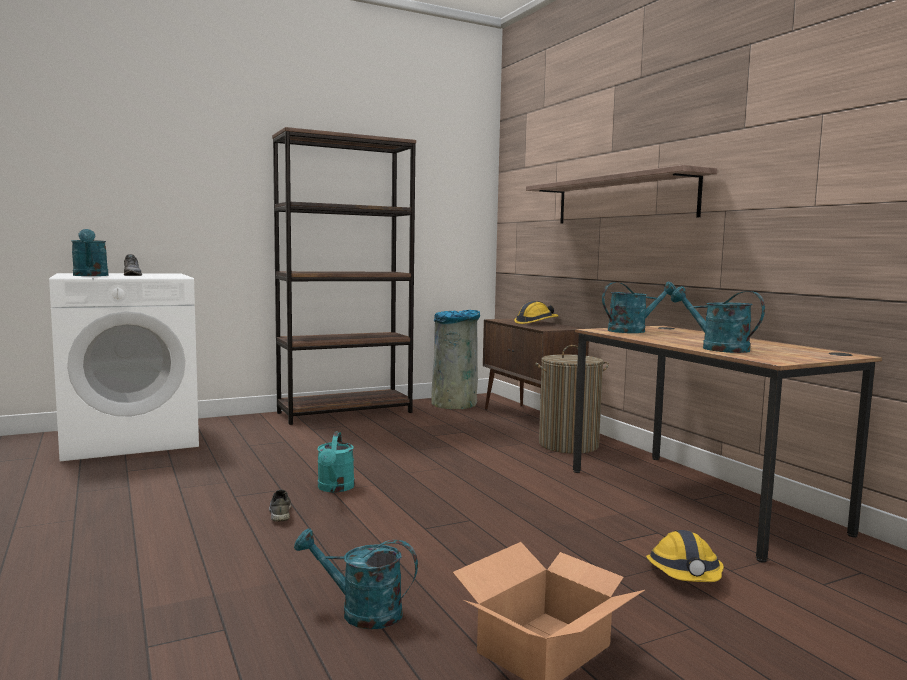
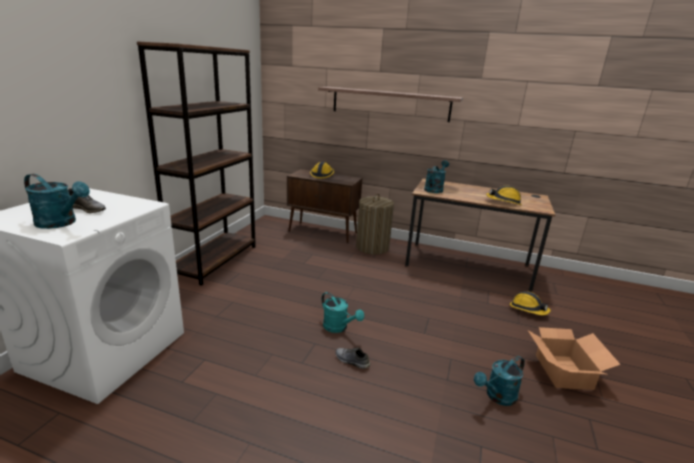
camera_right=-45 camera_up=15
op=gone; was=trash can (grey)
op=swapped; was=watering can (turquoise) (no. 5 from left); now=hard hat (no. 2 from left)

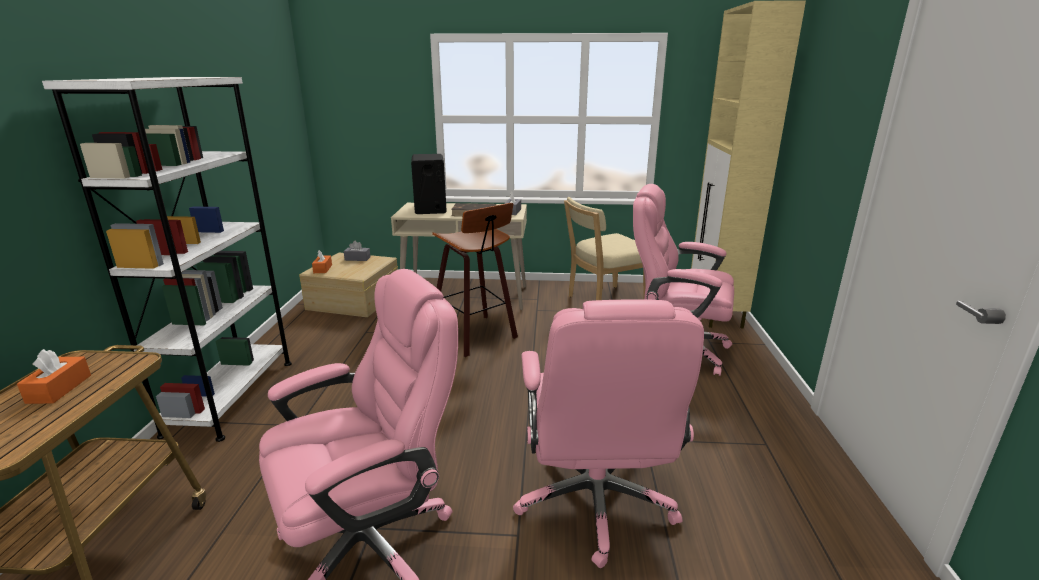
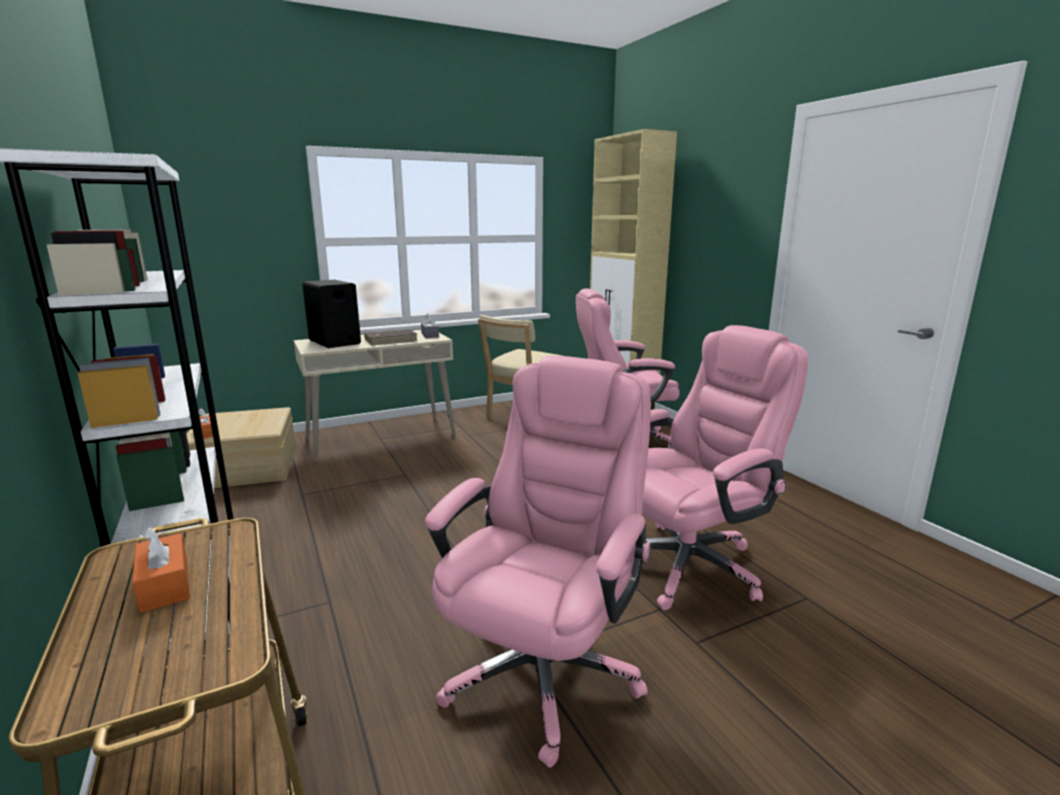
camera_right=-30 camera_up=-5
op=gone; was=tissue box (grey) (no. 1 from left)
op=gone; was=stool
op=rotated; was=office chair (pink) (no. 2 from left in the first image); clockwise=-90

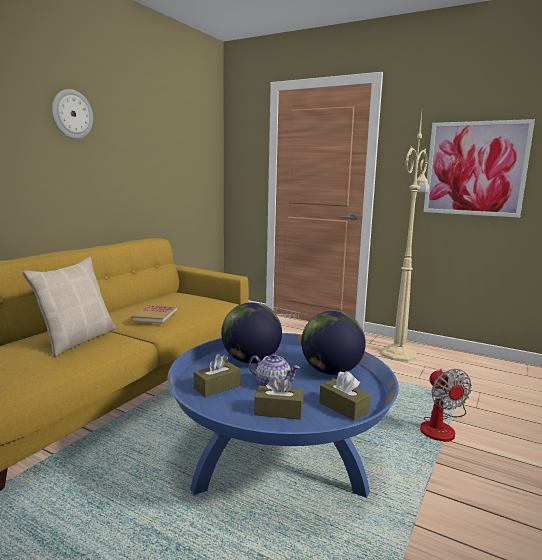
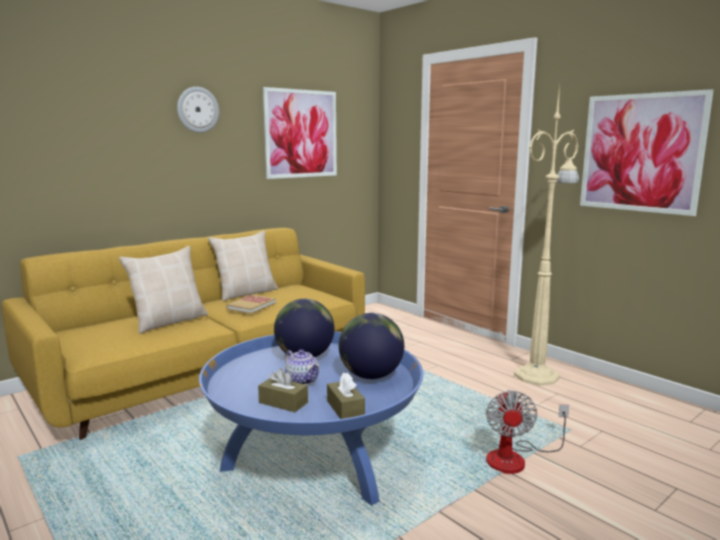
camera_right=20 camera_up=0
op=gone; was=tissue box (brown) (no. 1 from left)
op=new; now=pillow (beige) (no. 2 from left)
op=new; now=picture (no. 1 from left)

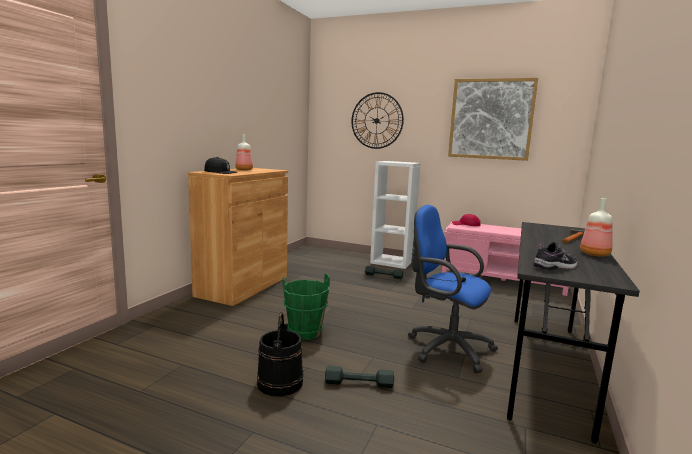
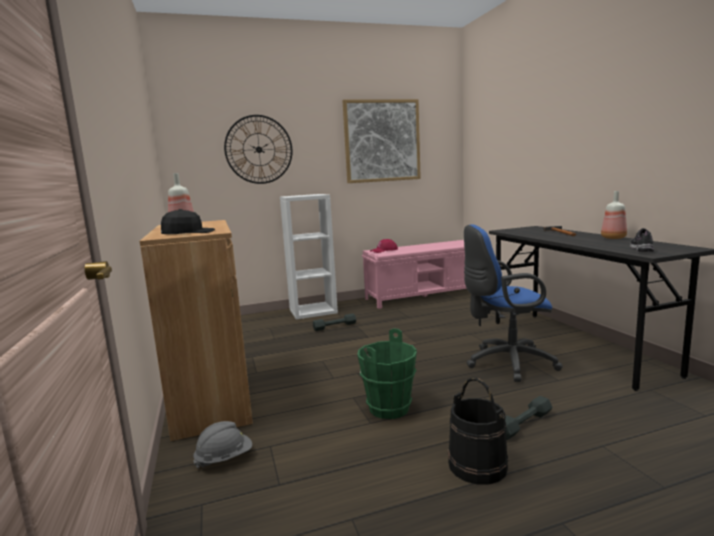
camera_right=-40 camera_up=0
op=new; now=hard hat (grey)

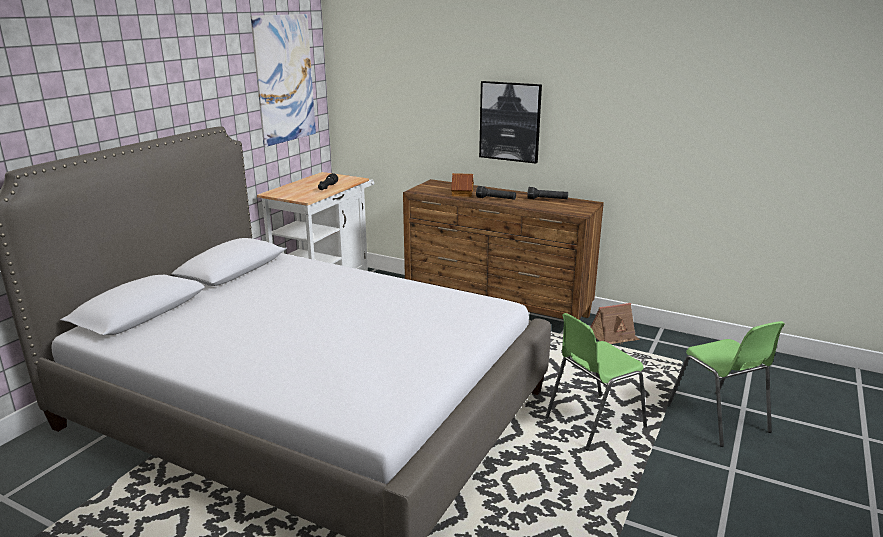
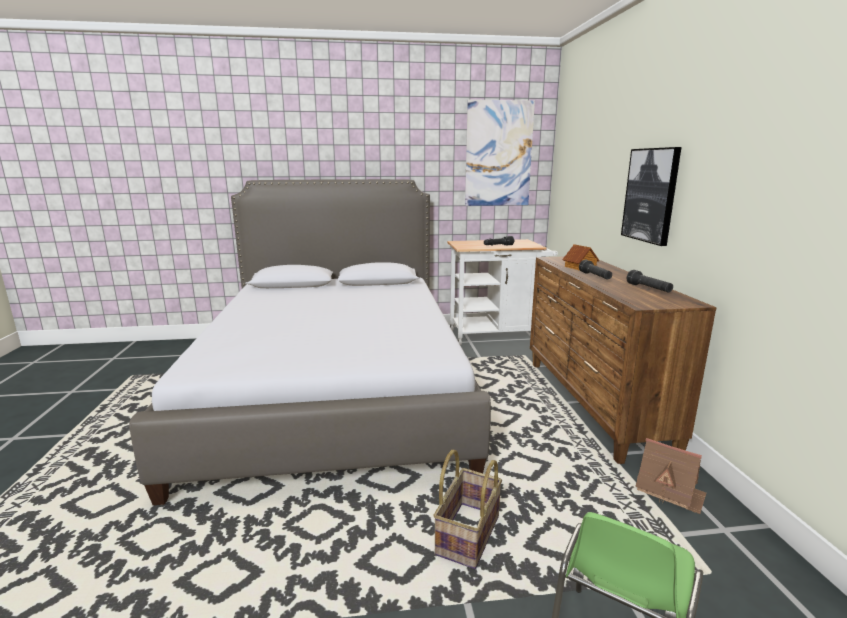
camera_right=55 camera_up=-5
op=swapped; was=chair (green) (no. 1 from left); now=basket

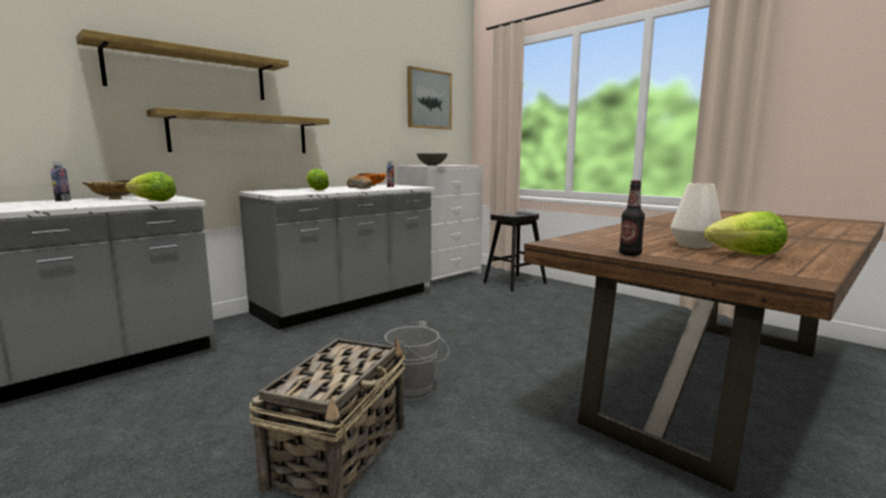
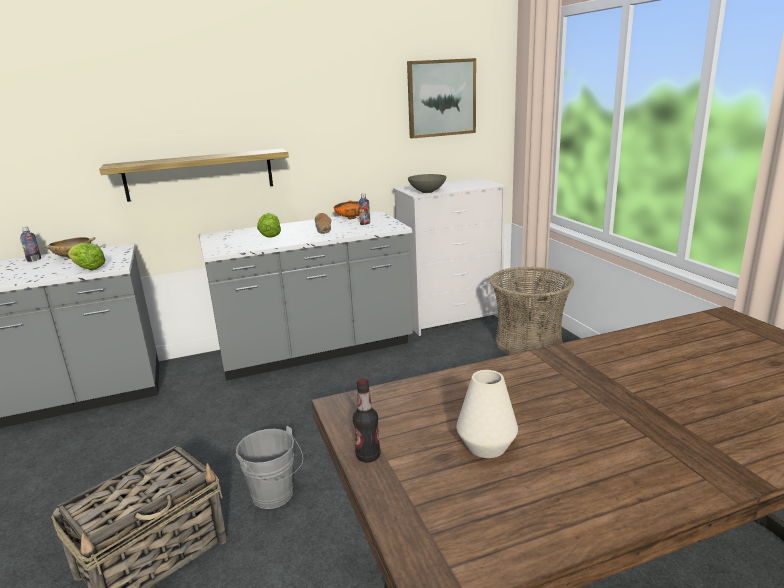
camera_right=25 camera_up=10
op=gone; was=shelf (no. 1 from left)
op=swapped; was=stool (black); now=basket (no. 2 from left)
op=gone; was=lettuce (no. 3 from left)

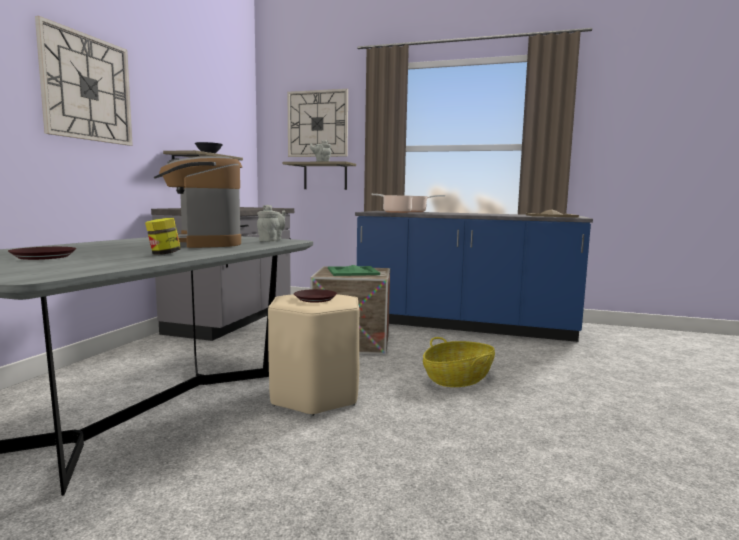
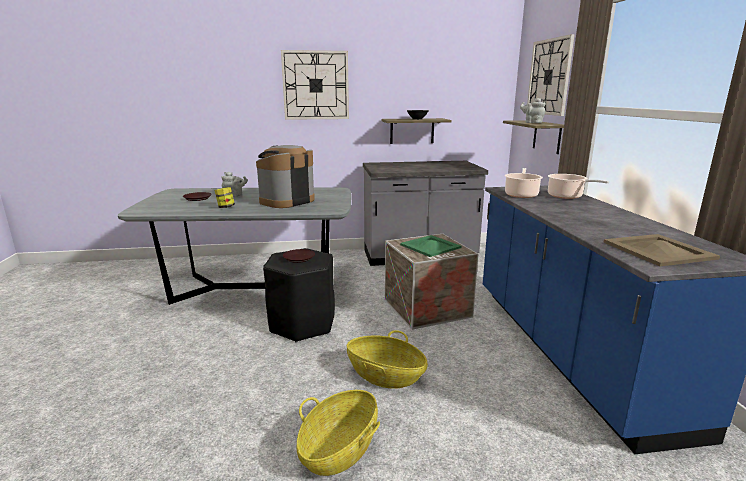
camera_right=65 camera_up=10
op=shifted; was=teapot (grey) (no. 1 from left)
op=repainted; was=stool (beige); now=stool (black)
op=new; now=basket (no. 1 from left)

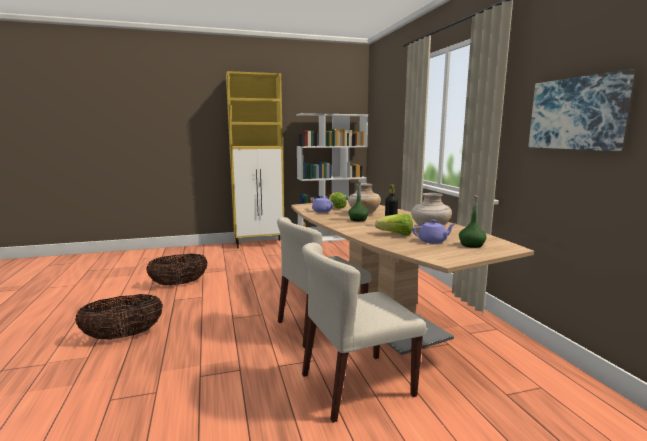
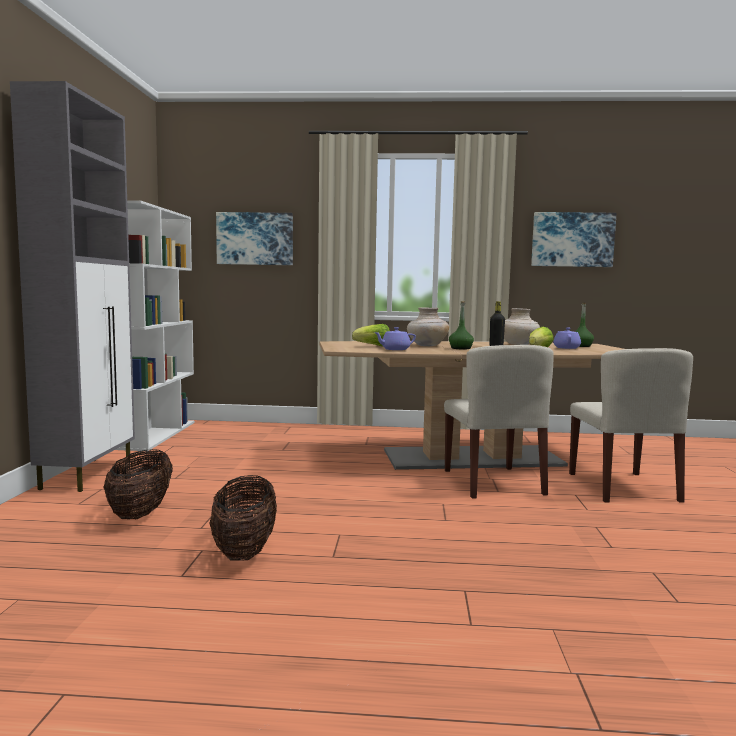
camera_right=-70 camera_up=-5
op=shifted; was=basket (no. 1 from left)
op=repainted; was=cabinet (yellow); now=cabinet (grey)
op=new; now=picture (no. 1 from left)

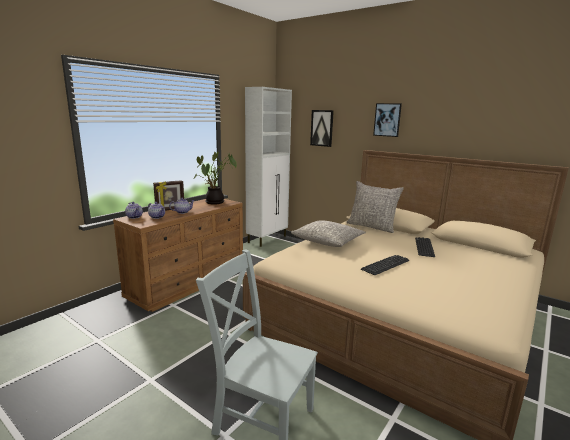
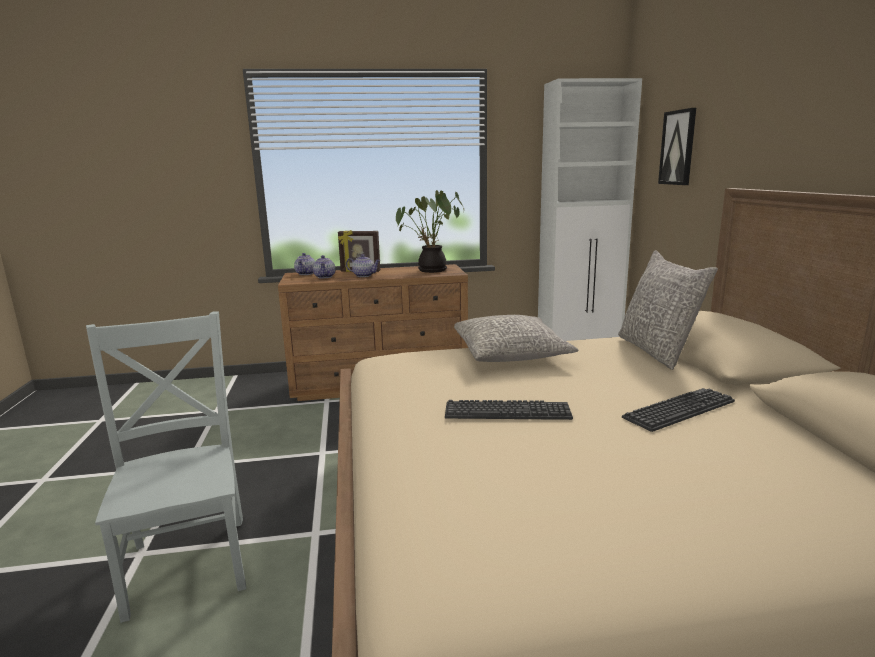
camera_right=45 camera_up=0
op=gone; was=picture (no. 2 from left)

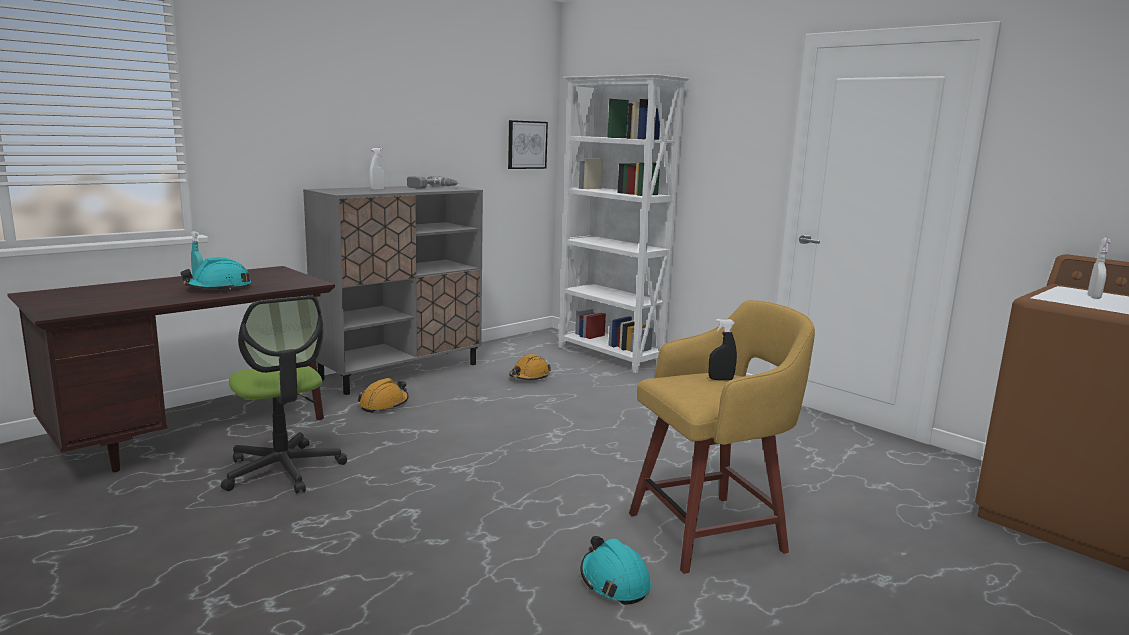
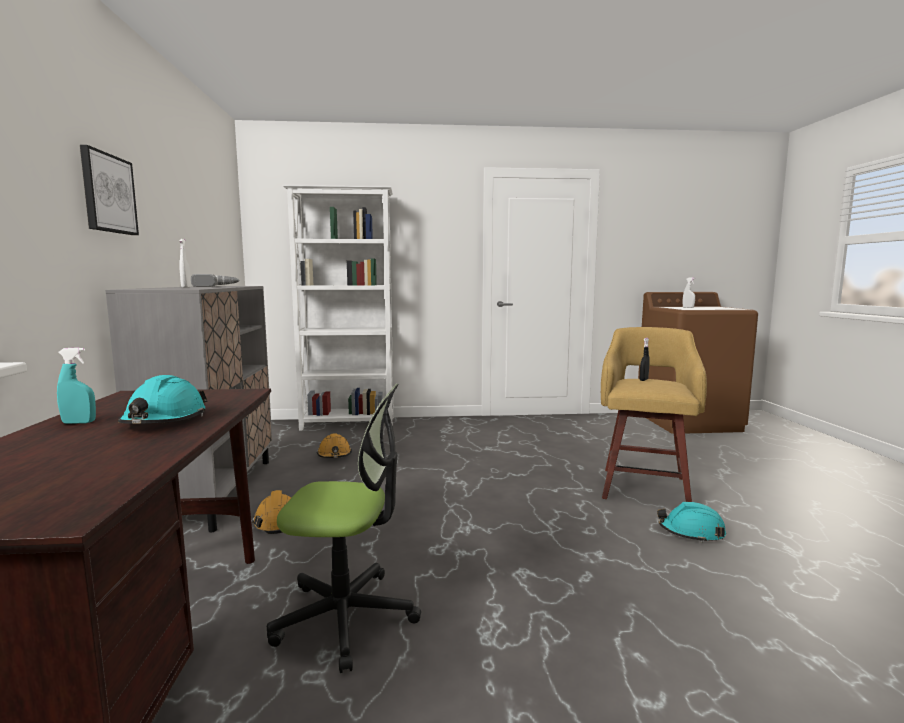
camera_right=-50 camera_up=-5
op=shifted; was=picture

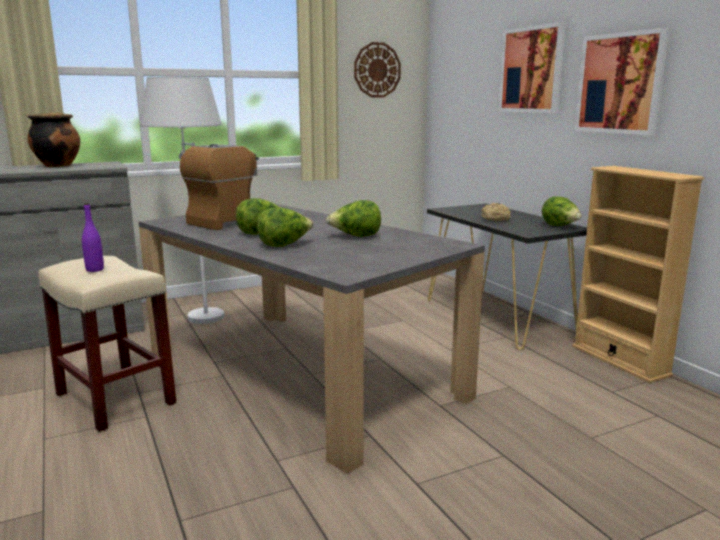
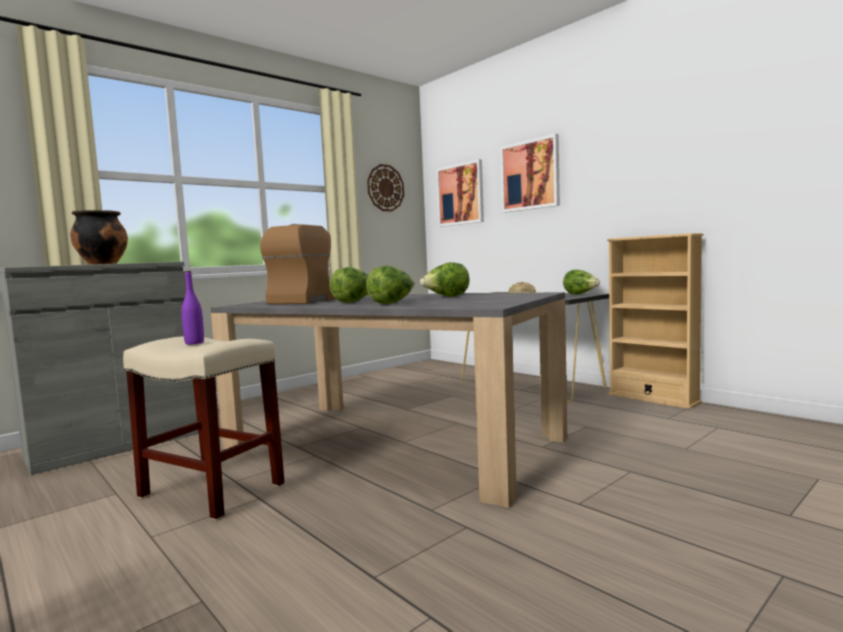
camera_right=-15 camera_up=-10
op=gone; was=floor lamp (white)
op=shifted; was=picture (no. 2 from left in the first image); now=picture (no. 1 from left)

